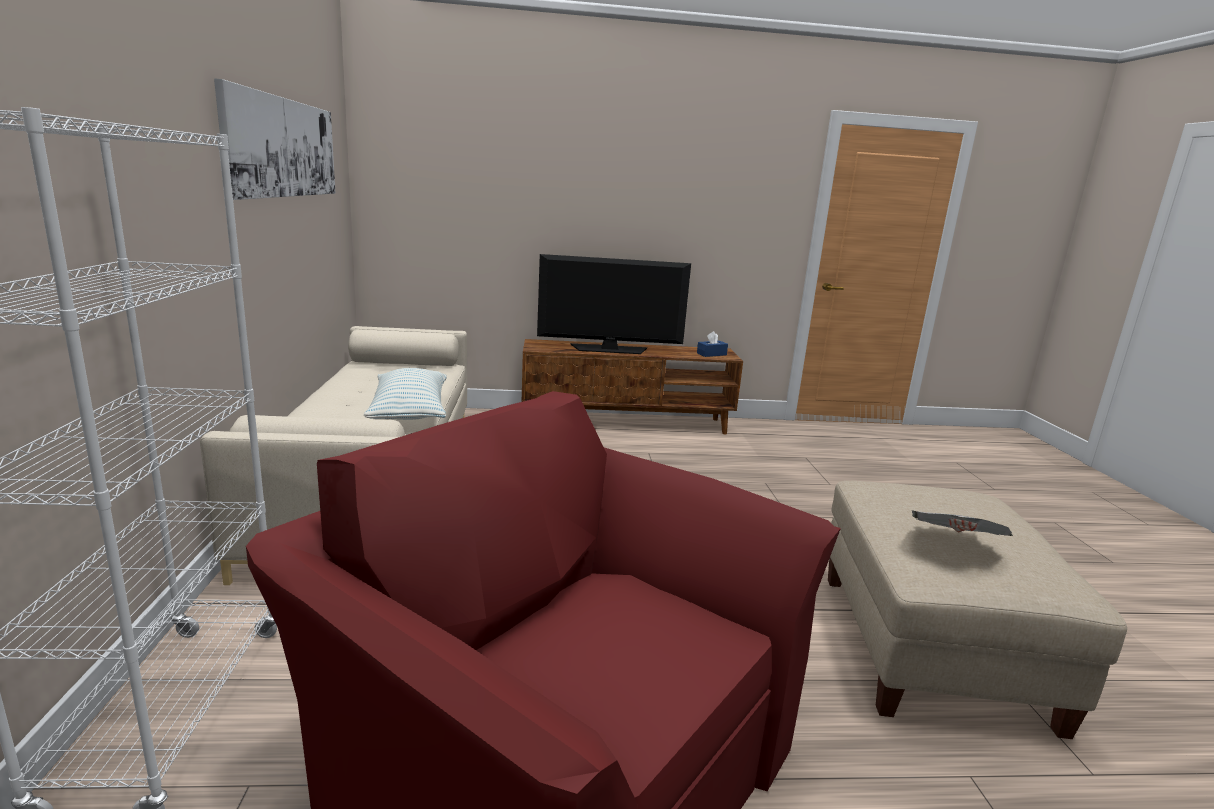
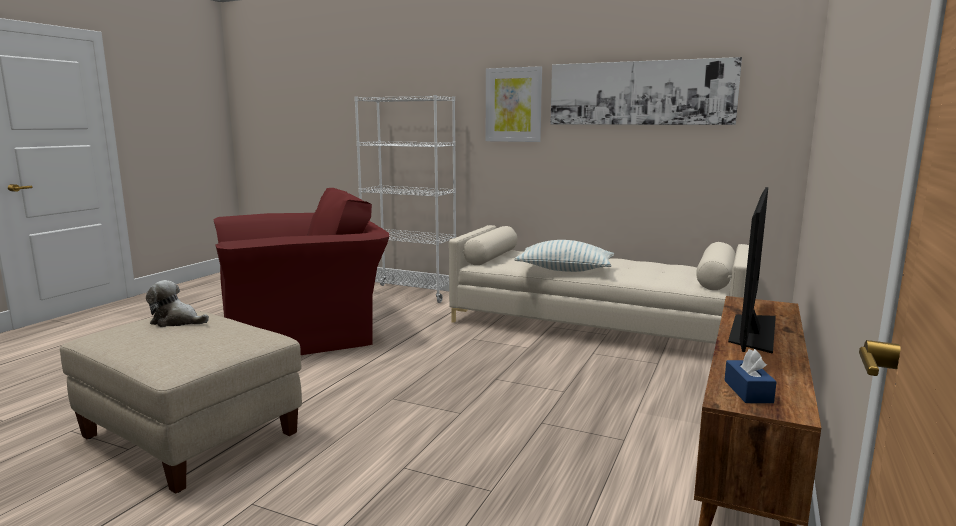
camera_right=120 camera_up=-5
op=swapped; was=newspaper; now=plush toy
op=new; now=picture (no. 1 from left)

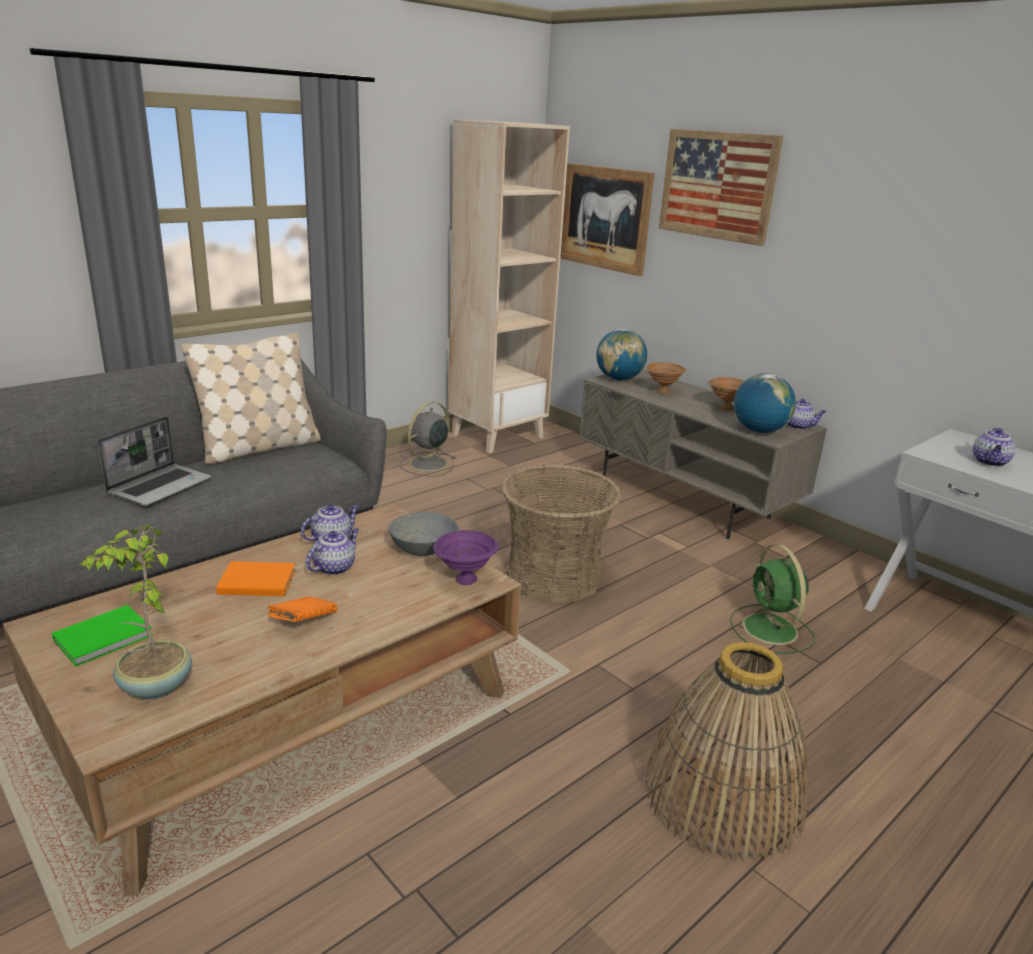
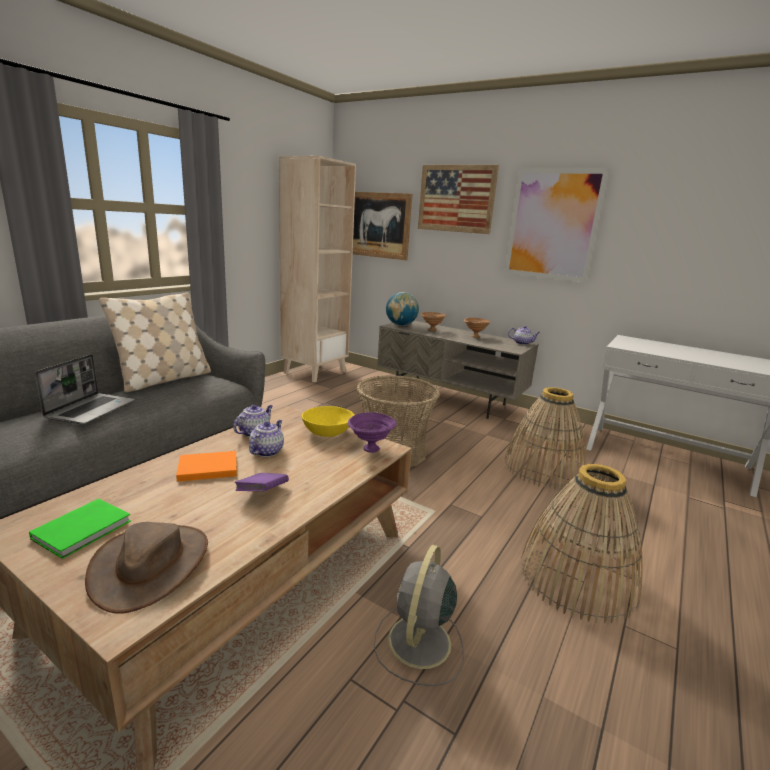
camera_right=-15 camera_up=-5
op=swapped; was=potted plant; now=hat (brown)
op=repainted; was=book (orange) (no. 2 from left); now=book (purple)
op=repainted; was=bowl (grey); now=bowl (yellow)
op=shifted; was=fan (grey)
op=swapped; was=fan (green); now=basket (no. 2 from left)
op=gone; was=globe (no. 2 from left)
op=gone; was=teapot (no. 4 from left)
op=new; now=picture (no. 3 from left)

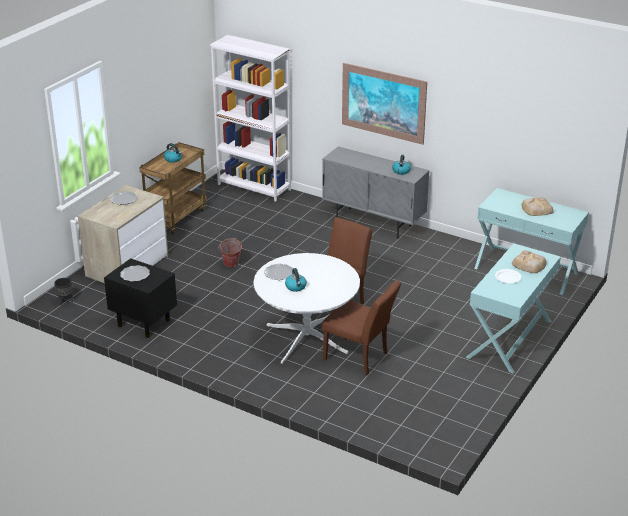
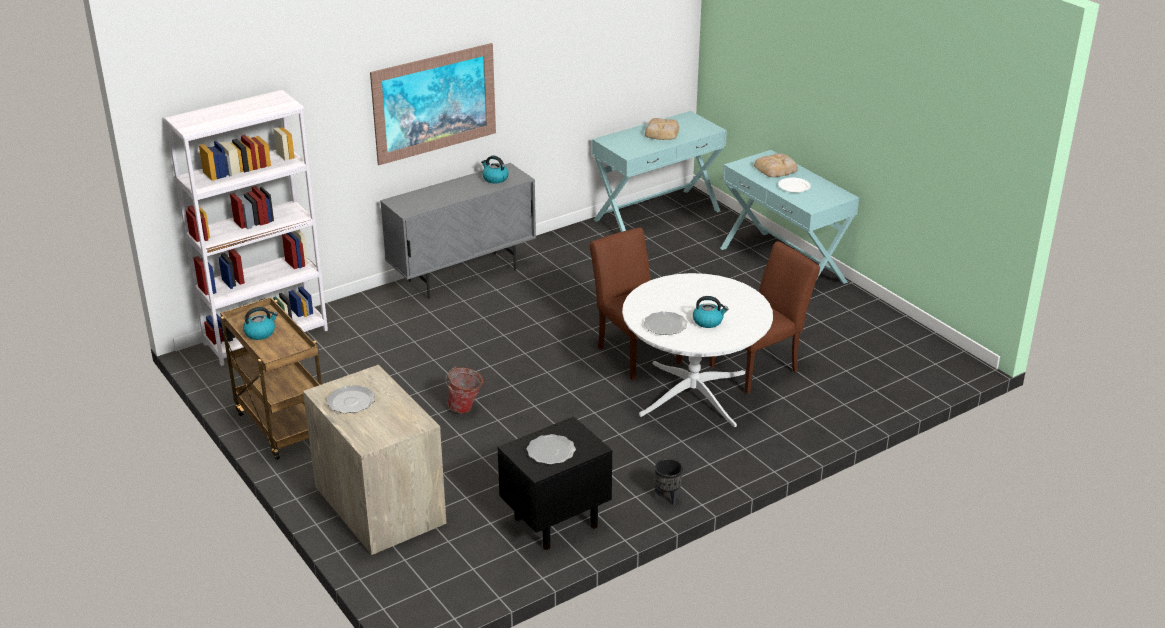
camera_right=-65 camera_up=0
op=shifted; was=planter (black)

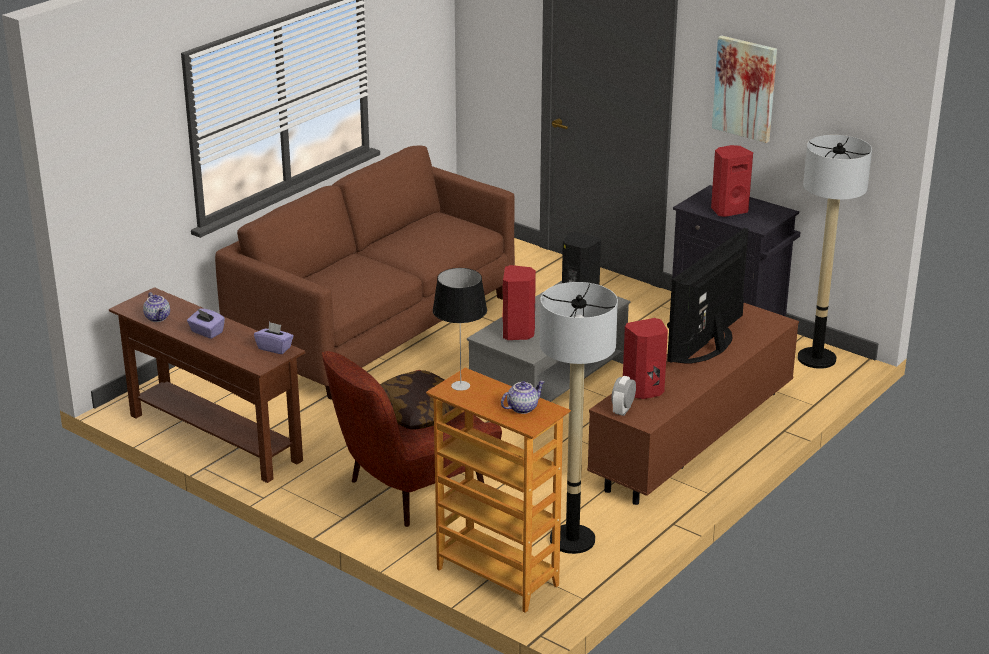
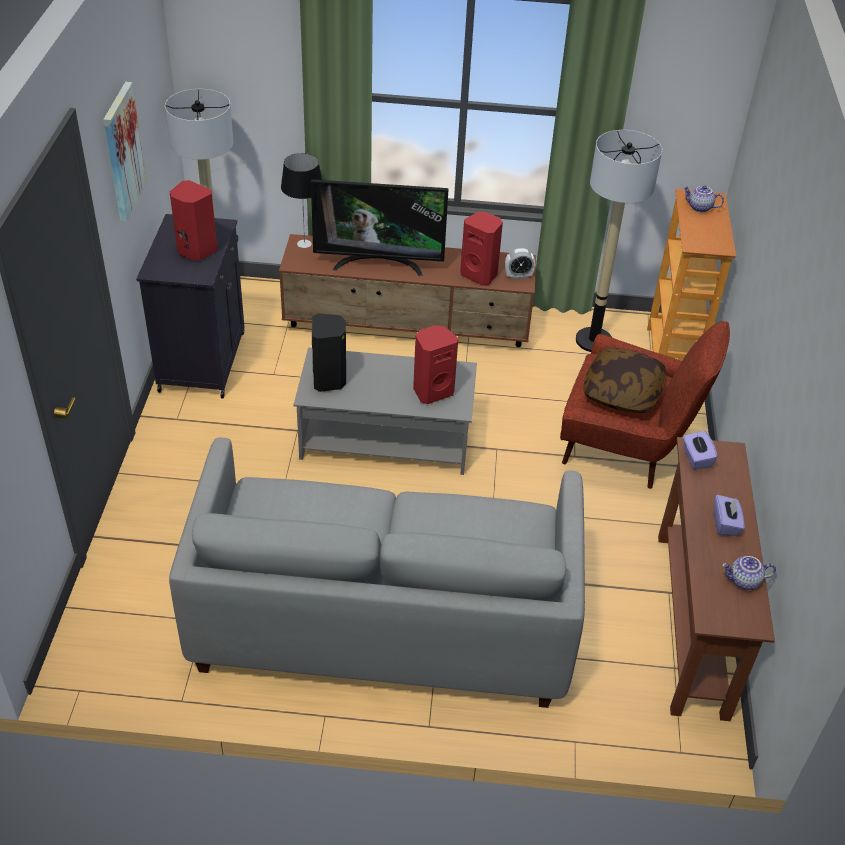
camera_right=-125 camera_up=15
op=rotated; was=teapot (no. 1 from left in the first image); clockwise=-120
op=repainted; was=sofa (brown); now=sofa (grey)
op=shifted; was=table lamp

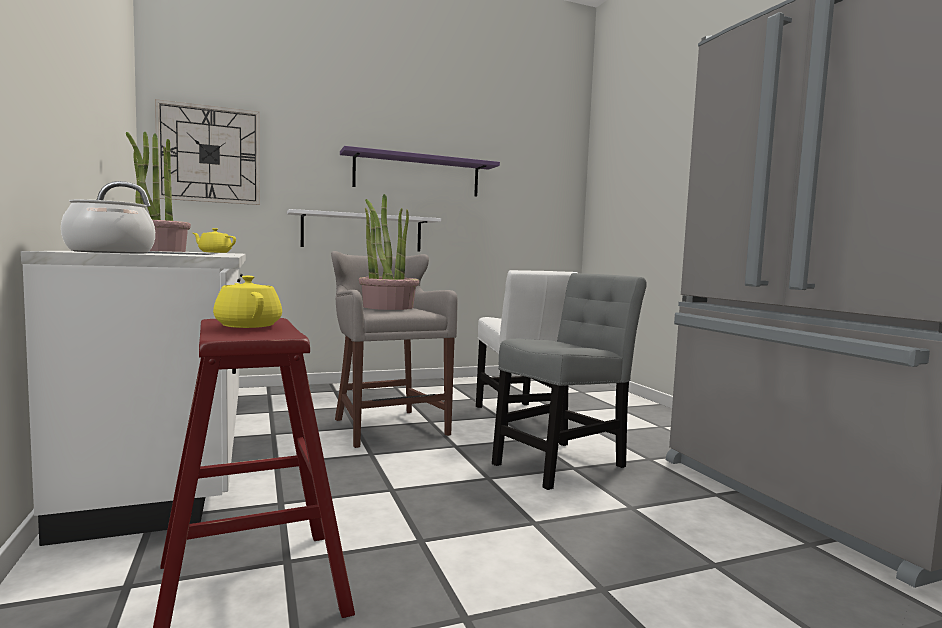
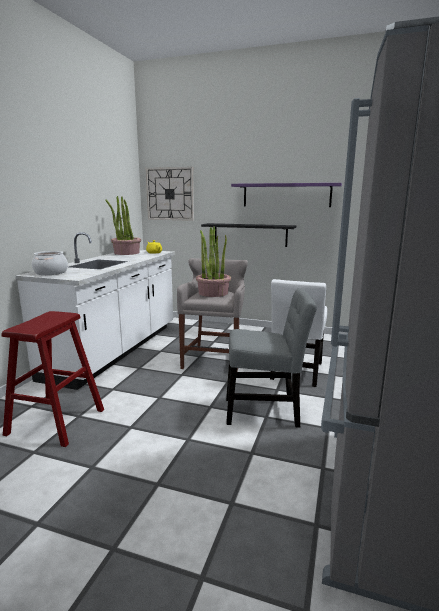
camera_right=40 camera_up=10
op=gone; was=teapot (yellow) (no. 2 from left)
op=repainted; was=shelf (white); now=shelf (black)

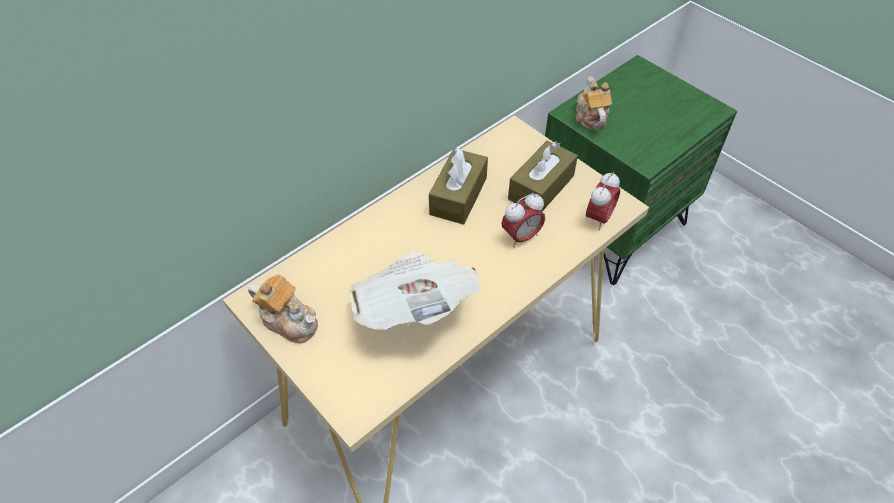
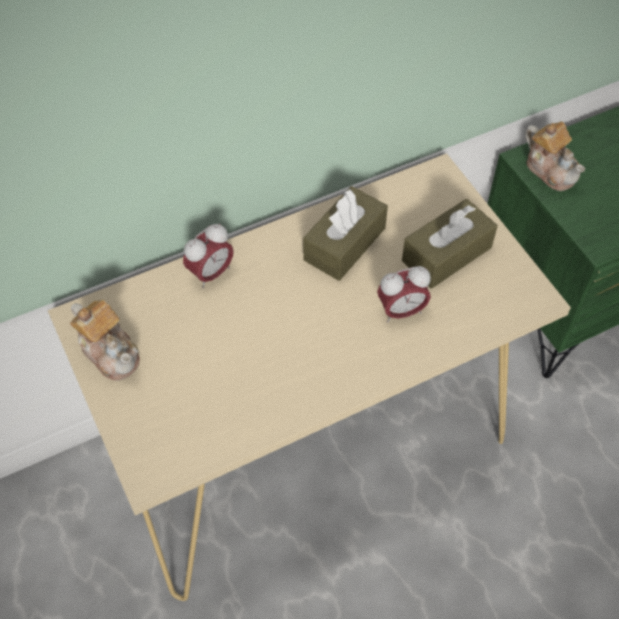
camera_right=15 camera_up=5
op=gone; was=newspaper
op=rotated; was=teapot (no. 2 from left); clockwise=135
op=shifted; was=alarm clock (no. 2 from left in the first image); now=alarm clock (no. 1 from left)

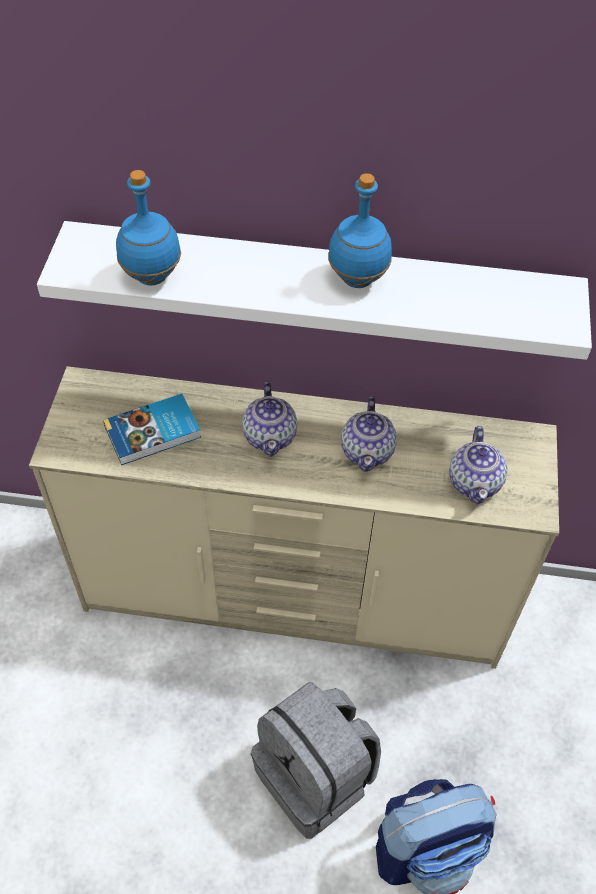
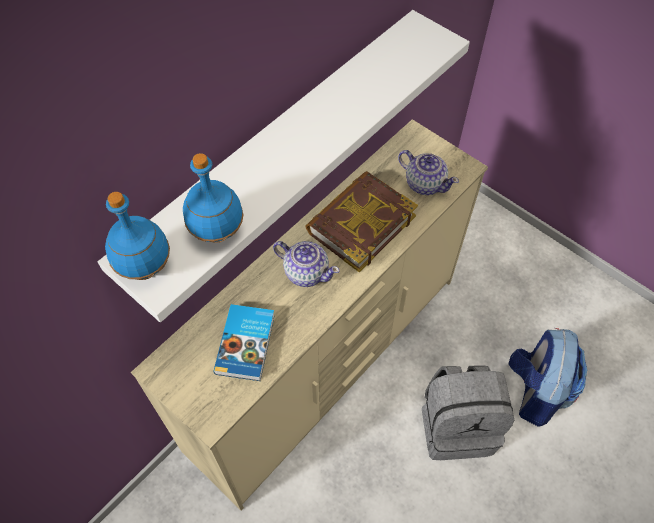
camera_right=-55 camera_up=5
op=shifted; was=bottle (blue) (no. 2 from left in the first image); now=bottle (blue) (no. 1 from left)
op=swapped; was=teapot (no. 2 from left); now=book (no. 2 from left)

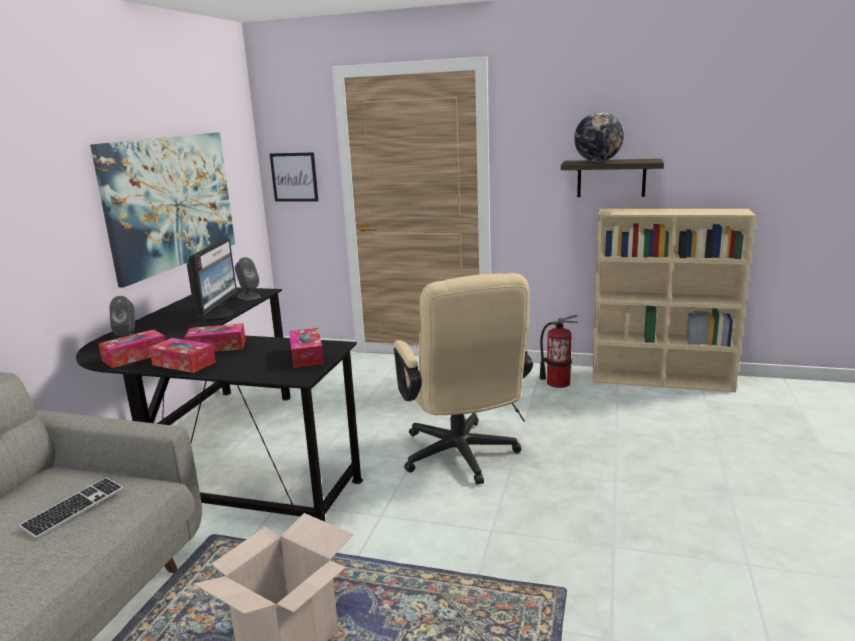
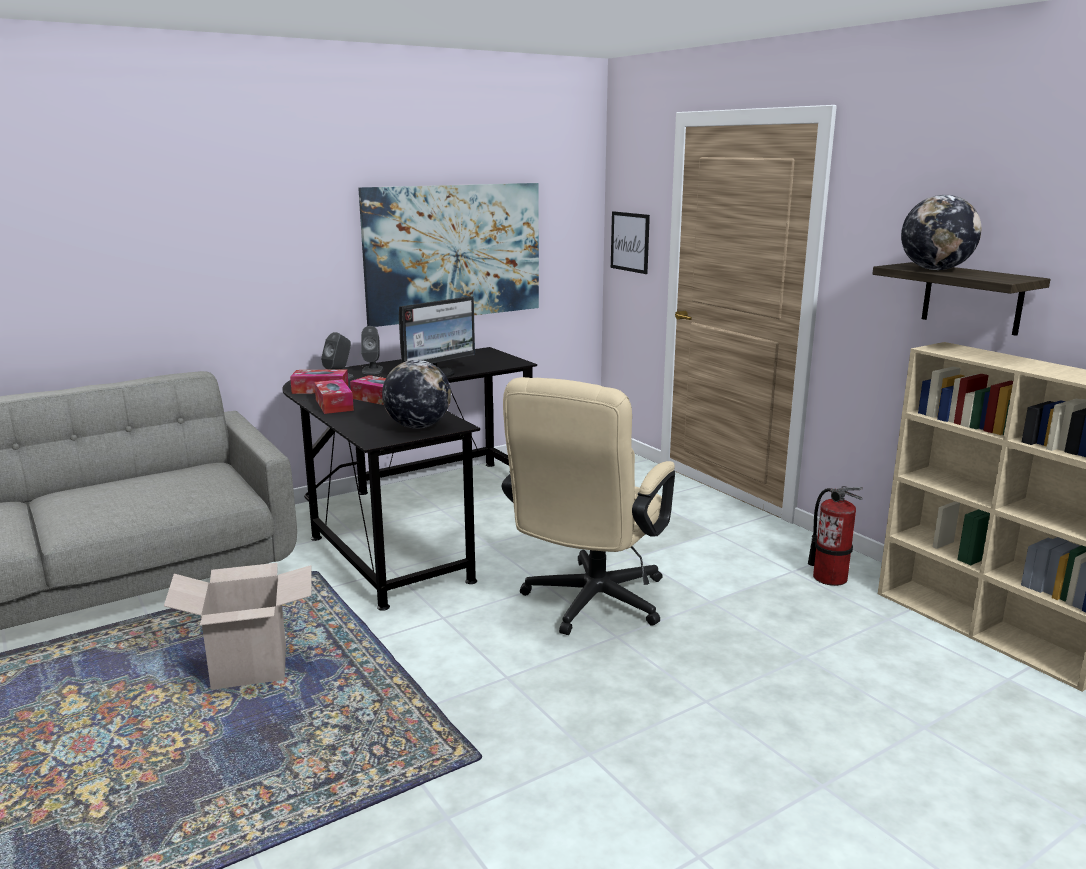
camera_right=40 camera_up=0
op=gone; was=keyboard
op=shifted; was=speaker (grey) (no. 2 from left)
op=swapped; was=tissue box (no. 4 from left); now=globe (no. 1 from left)

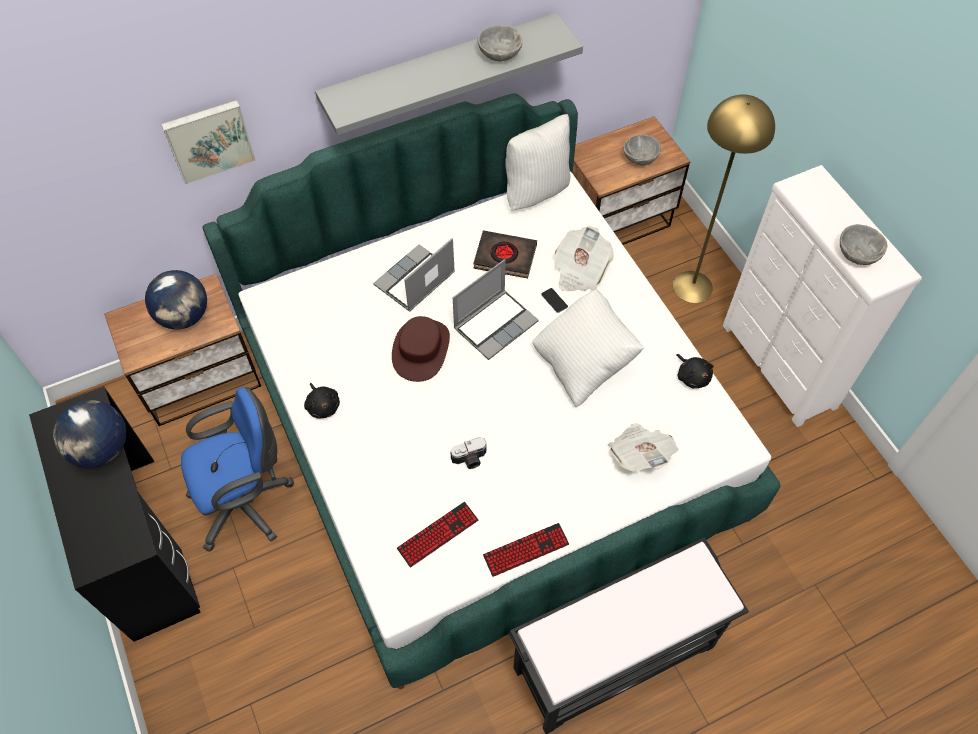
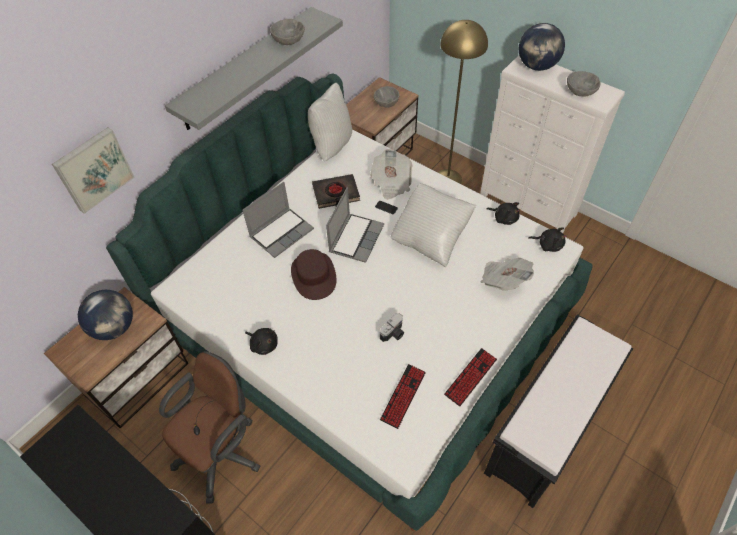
camera_right=-25 camera_up=-5
op=shifted; was=globe (no. 1 from left in the first image); now=globe (no. 2 from left)
op=repainted; was=office chair (blue); now=office chair (brown)
op=rotated; was=laptop (no. 1 from left); clockwise=-150
op=new; now=plush toy (black) (no. 3 from left)

